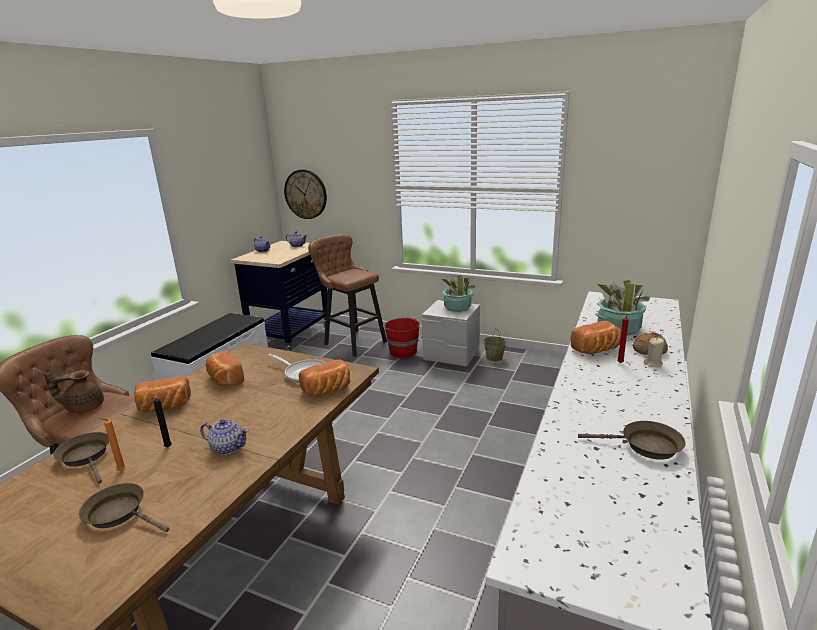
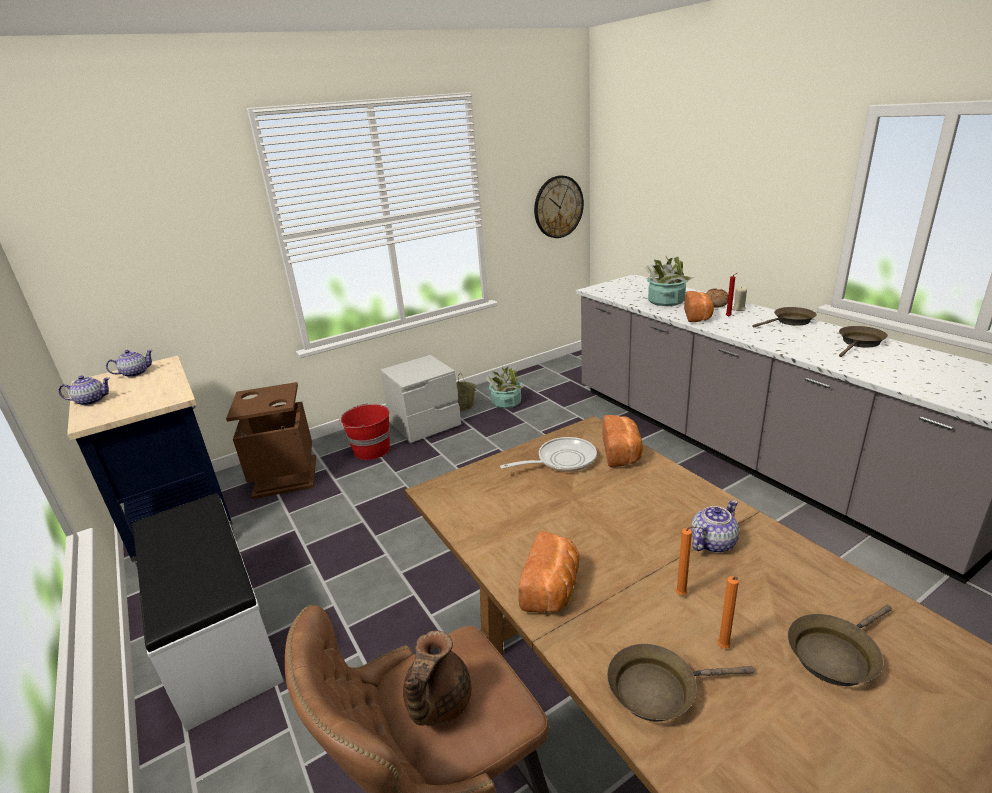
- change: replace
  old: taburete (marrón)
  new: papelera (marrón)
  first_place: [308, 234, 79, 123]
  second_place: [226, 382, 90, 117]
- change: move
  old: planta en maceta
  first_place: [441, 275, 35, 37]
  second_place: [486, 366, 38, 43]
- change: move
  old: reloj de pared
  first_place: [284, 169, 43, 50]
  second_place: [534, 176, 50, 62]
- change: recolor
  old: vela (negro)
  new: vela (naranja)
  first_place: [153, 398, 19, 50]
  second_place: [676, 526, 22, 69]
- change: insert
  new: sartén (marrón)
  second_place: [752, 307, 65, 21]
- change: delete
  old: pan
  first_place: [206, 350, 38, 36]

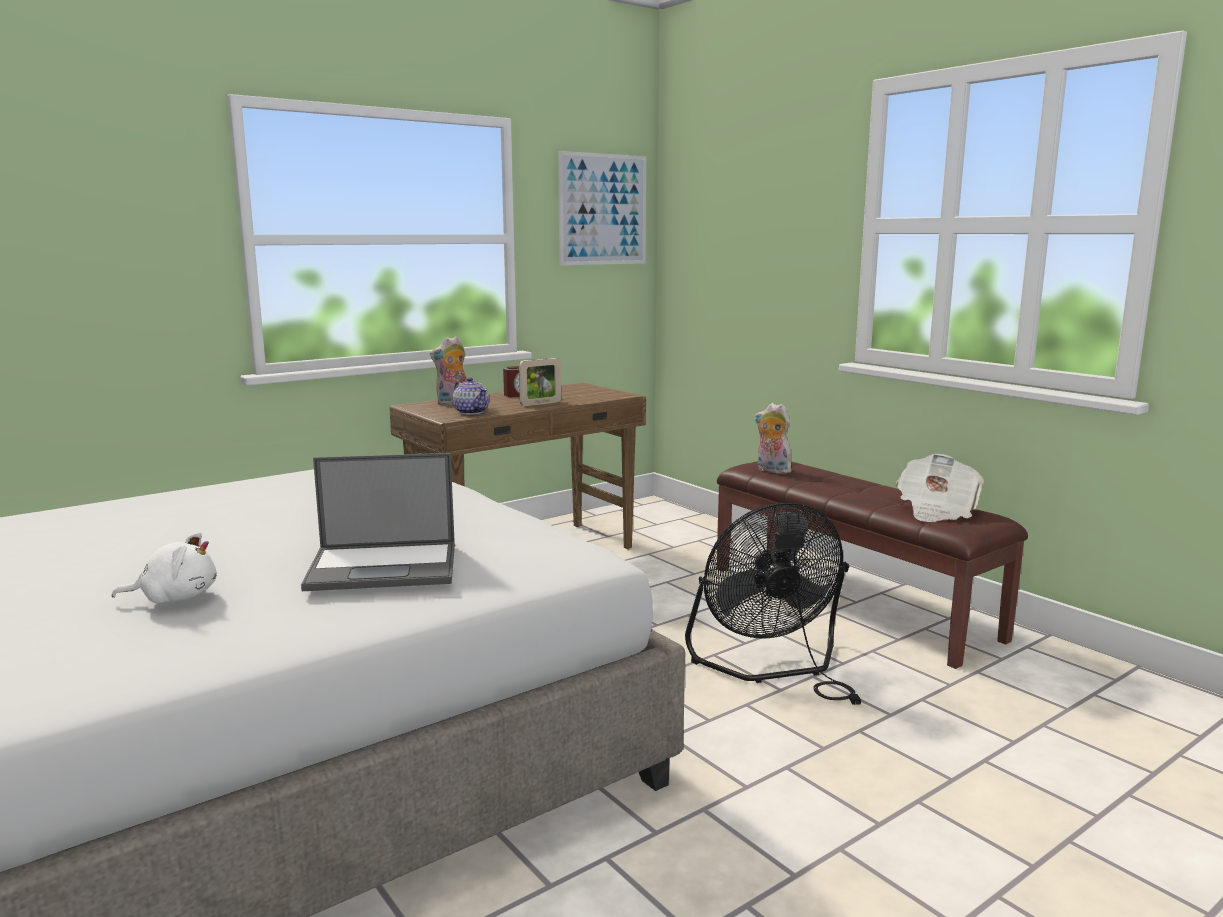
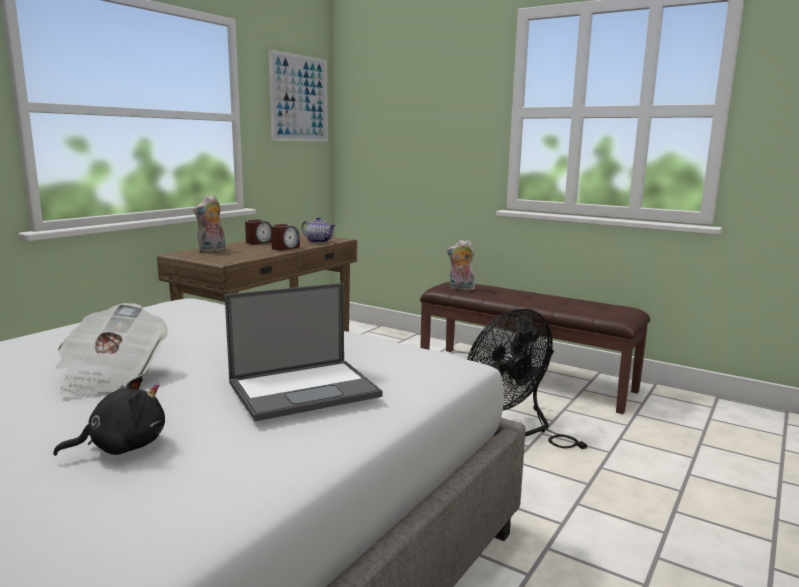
- change: recolor
  old: peluche (blanco)
  new: peluche (negro)
  first_place: [112, 532, 105, 72]
  second_place: [53, 376, 112, 80]
- change: move
  old: periódico
  first_place: [896, 454, 88, 68]
  second_place: [56, 303, 112, 95]
- change: replace
  old: portarretratos
  new: despertador
  first_place: [519, 358, 42, 48]
  second_place: [271, 224, 29, 26]
- change: move
  old: tetera
  first_place: [453, 377, 36, 38]
  second_place: [301, 217, 35, 26]

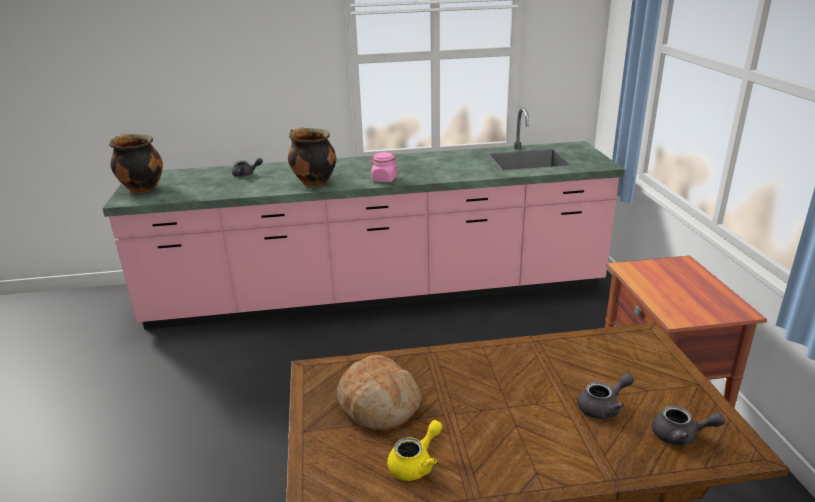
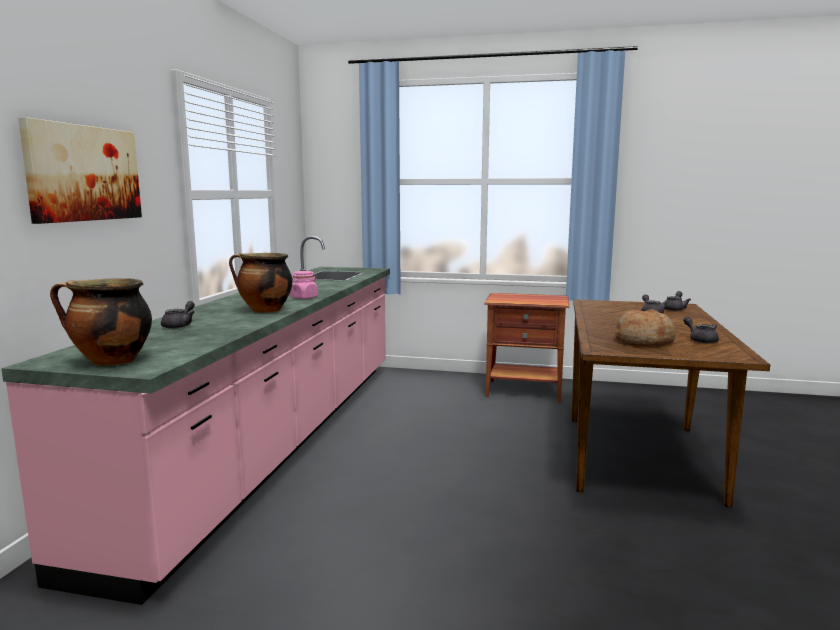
- change: insert
  new: cuadro
  second_place: [18, 117, 124, 107]
- change: recolor
  old: tetera (amarillo)
  new: tetera (gris)
  first_place: [387, 420, 55, 61]
  second_place: [683, 317, 36, 27]

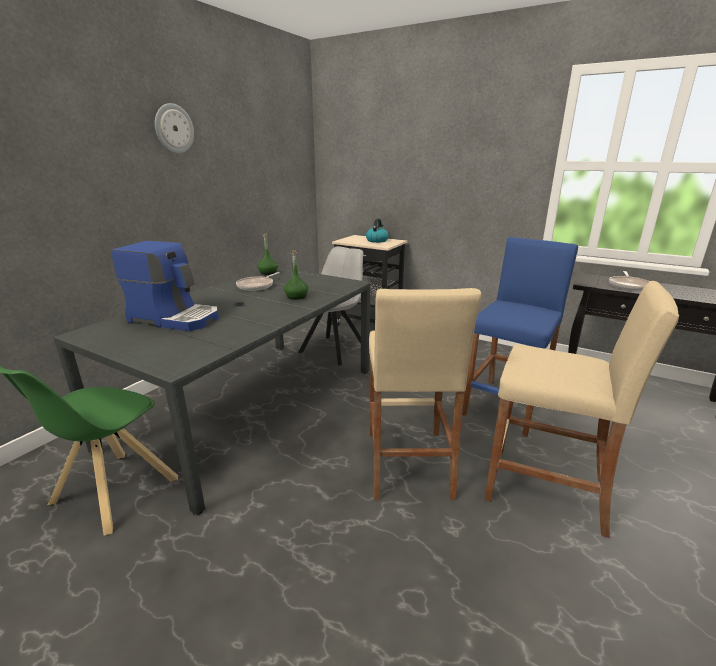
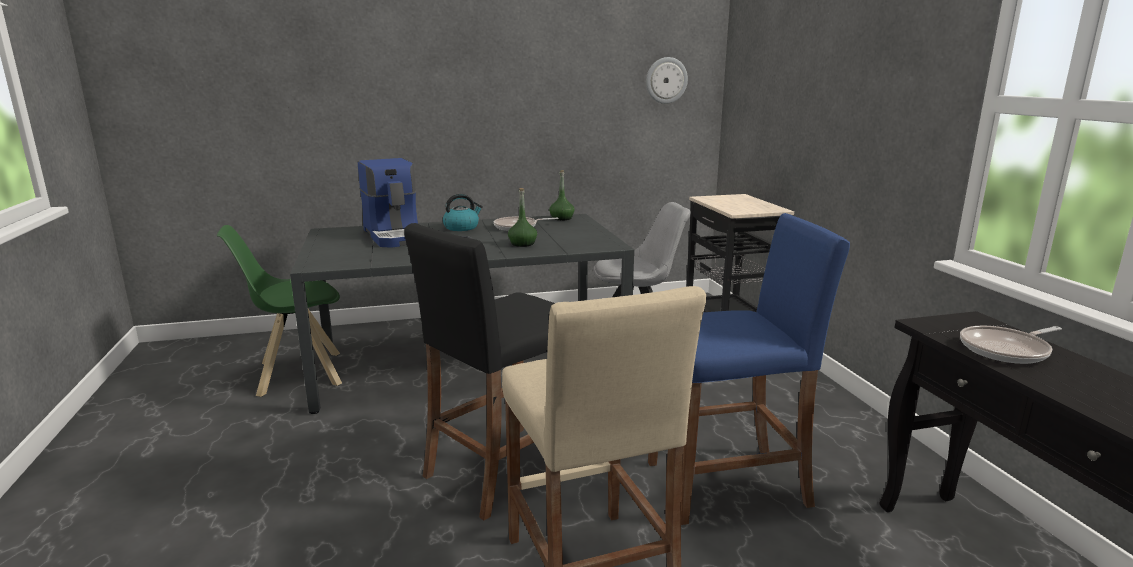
- change: recolor
  old: taburete (beis)
  new: taburete (negro)
  first_place: [369, 288, 112, 212]
  second_place: [404, 223, 151, 298]
- change: move
  old: hervidor
  first_place: [366, 219, 23, 24]
  second_place: [443, 194, 40, 37]
- change: move
  old: reloj de pared
  first_place: [155, 103, 39, 50]
  second_place: [646, 57, 42, 47]

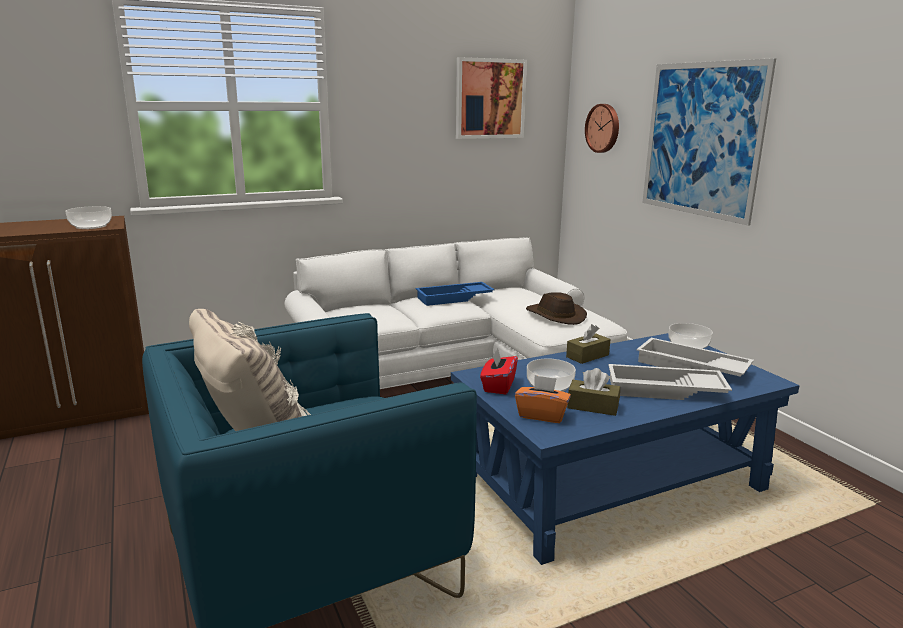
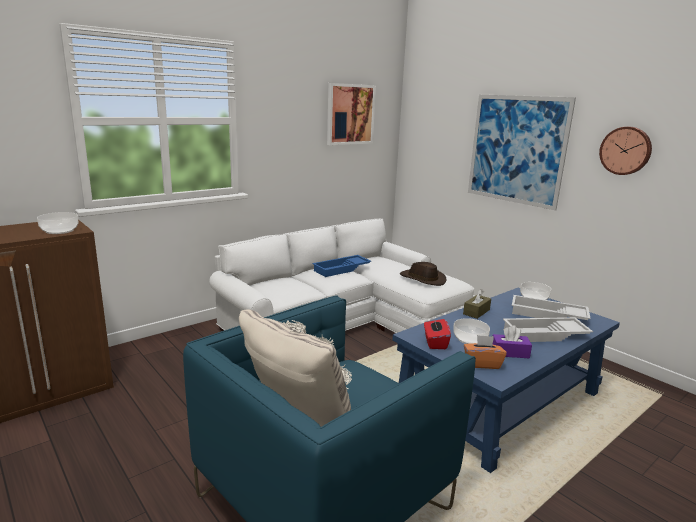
- change: recolor
  old: caja de pañuelos (marrón)
  new: caja de pañuelos (morado)
  first_place: [567, 368, 53, 48]
  second_place: [493, 325, 39, 33]
- change: move
  old: reloj de pared
  first_place: [585, 104, 34, 49]
  second_place: [599, 127, 53, 48]

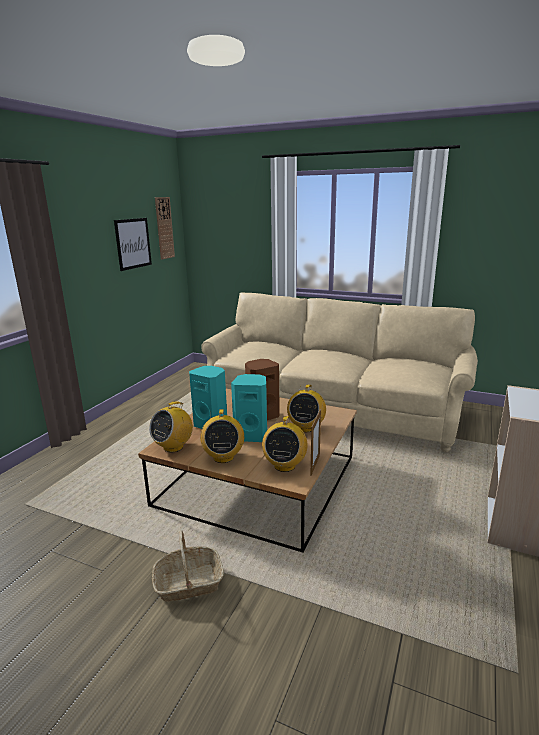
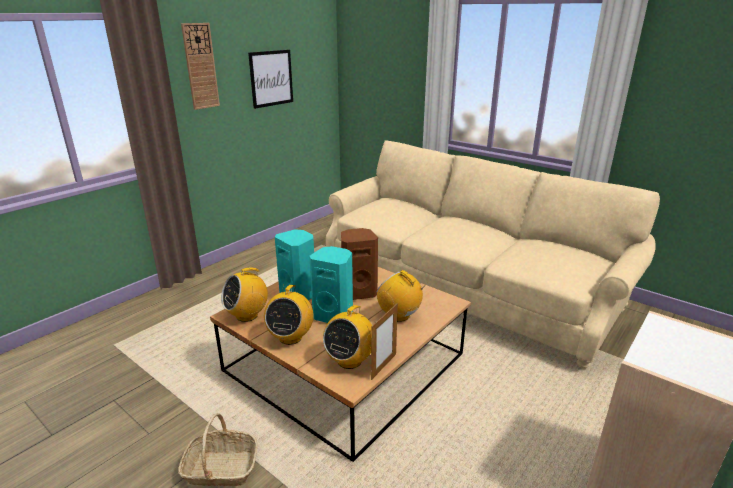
- change: move
  old: reloj de pared
  first_place: [155, 197, 20, 62]
  second_place: [181, 23, 39, 87]
- change: rotate
  old: radio
  first_place: [287, 384, 39, 48]
  second_place: [377, 270, 51, 52]
  degrees: 105

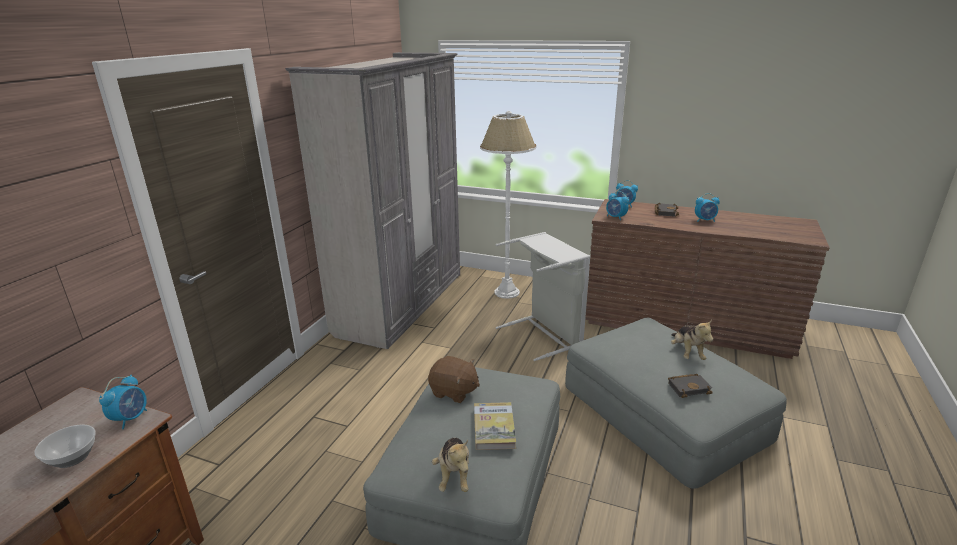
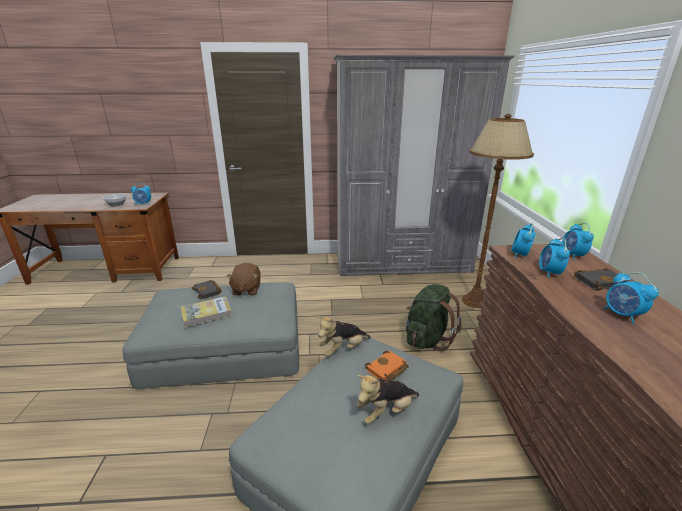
- change: move
  old: libro (negro)
  first_place: [668, 374, 45, 24]
  second_place: [192, 280, 30, 19]
- change: move
  old: peluche
  first_place: [432, 438, 37, 54]
  second_place: [318, 316, 53, 41]
- change: insert
  new: libro (naranja)
  second_place: [365, 350, 44, 30]
- change: replace
  old: cesto de la ropa (gris)
  new: mochila (verde)
  first_place: [496, 232, 94, 129]
  second_place: [406, 284, 56, 68]
- change: recolor
  old: lámpara de pie (blanco)
  new: lámpara de pie (marrón)
  first_place: [480, 111, 56, 188]
  second_place: [462, 114, 72, 194]
- change: insert
  new: despertador
  second_place: [539, 238, 31, 40]

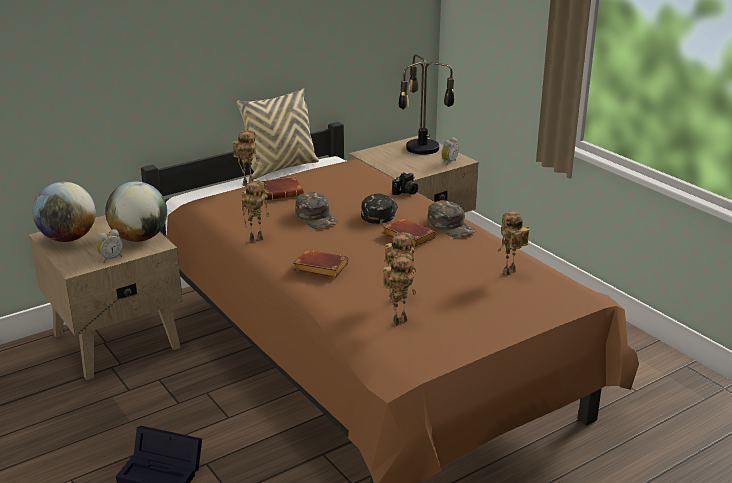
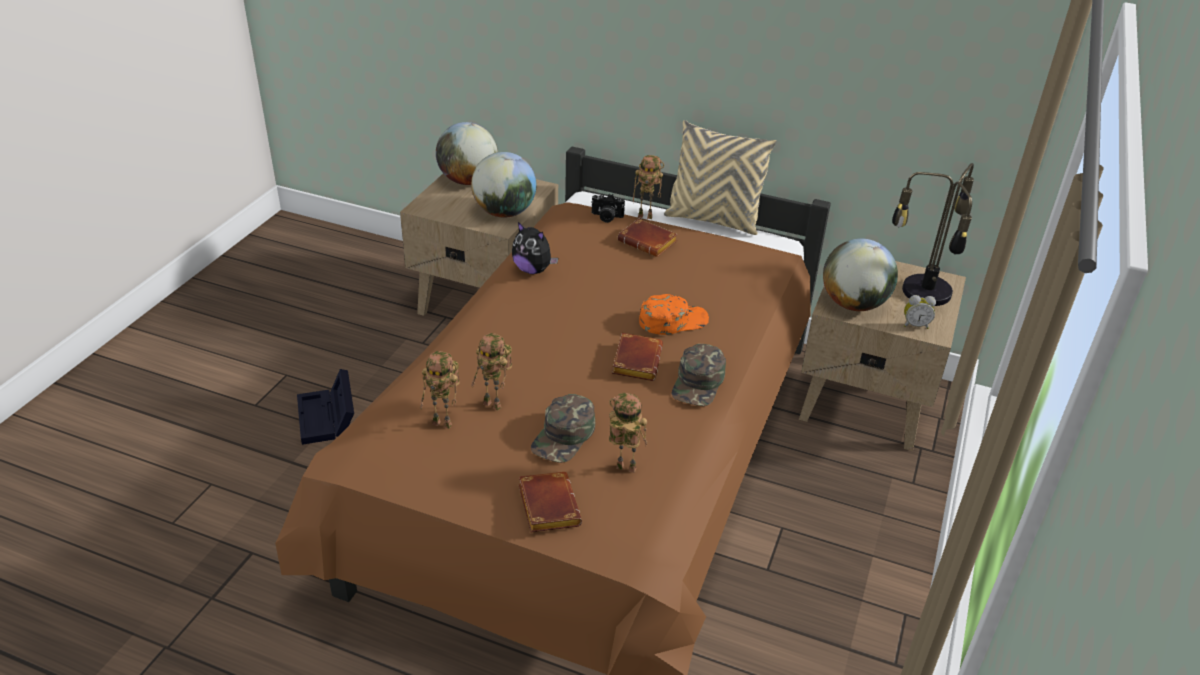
- change: replace
  old: robot de juguete
  new: peluche
  first_place: [241, 181, 29, 61]
  second_place: [512, 222, 46, 52]
- change: move
  old: libro (marrón)
  first_place: [293, 250, 55, 27]
  second_place: [518, 472, 64, 61]
- change: move
  old: gorra (verde)
  first_place: [295, 192, 43, 36]
  second_place: [531, 394, 64, 69]
- change: move
  old: cámara
  first_place: [392, 172, 26, 23]
  second_place: [591, 194, 34, 29]
- change: recolor
  old: gorra (negro)
  new: gorra (naranja)
  first_place: [361, 193, 37, 31]
  second_place: [639, 294, 70, 41]
- change: insert
  new: globo terráqueo
  second_place: [823, 239, 75, 72]
- change: delete
  old: despertador
  first_place: [97, 229, 26, 34]

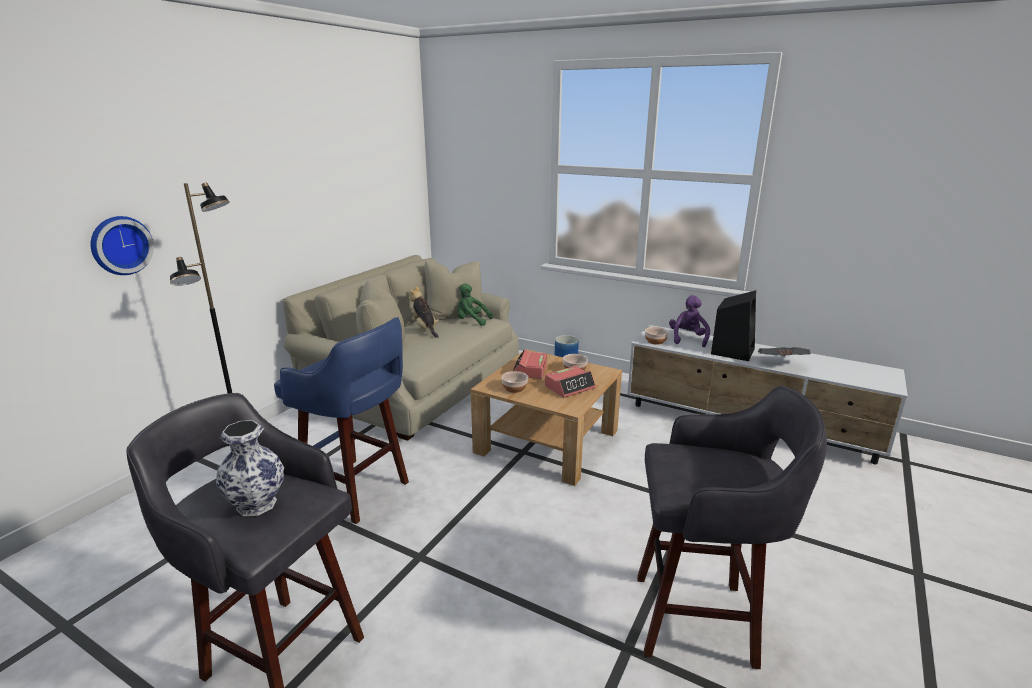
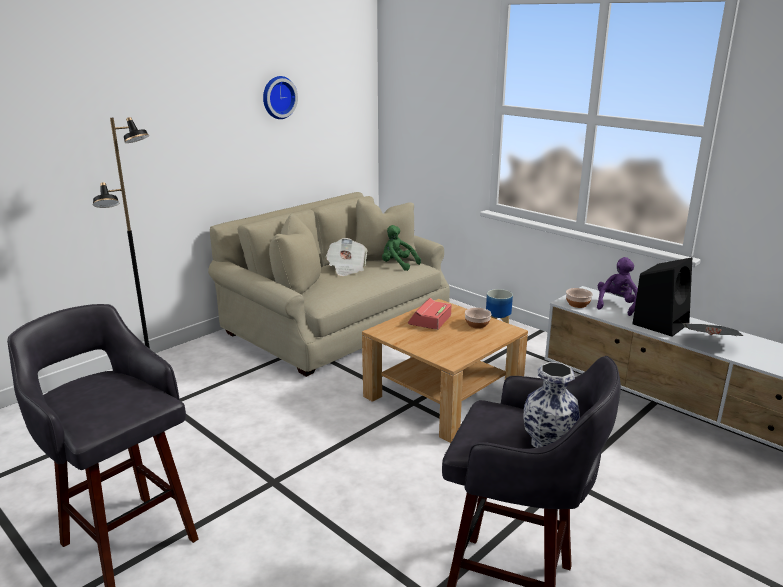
- change: move
  old: reloj de pared
  first_place: [90, 216, 64, 59]
  second_place: [263, 76, 35, 43]
- change: replace
  old: peluche
  new: periódico
  first_place: [409, 286, 30, 52]
  second_place: [326, 238, 42, 38]
- change: move
  old: florero
  first_place: [216, 420, 68, 96]
  second_place: [523, 362, 57, 86]
- change: delete
  old: taburete (azul)
  first_place: [274, 317, 135, 207]
- change: delete
  old: cuenco
  first_place: [501, 371, 27, 22]
- change: delete
  old: despertador
  first_place: [545, 366, 51, 32]

